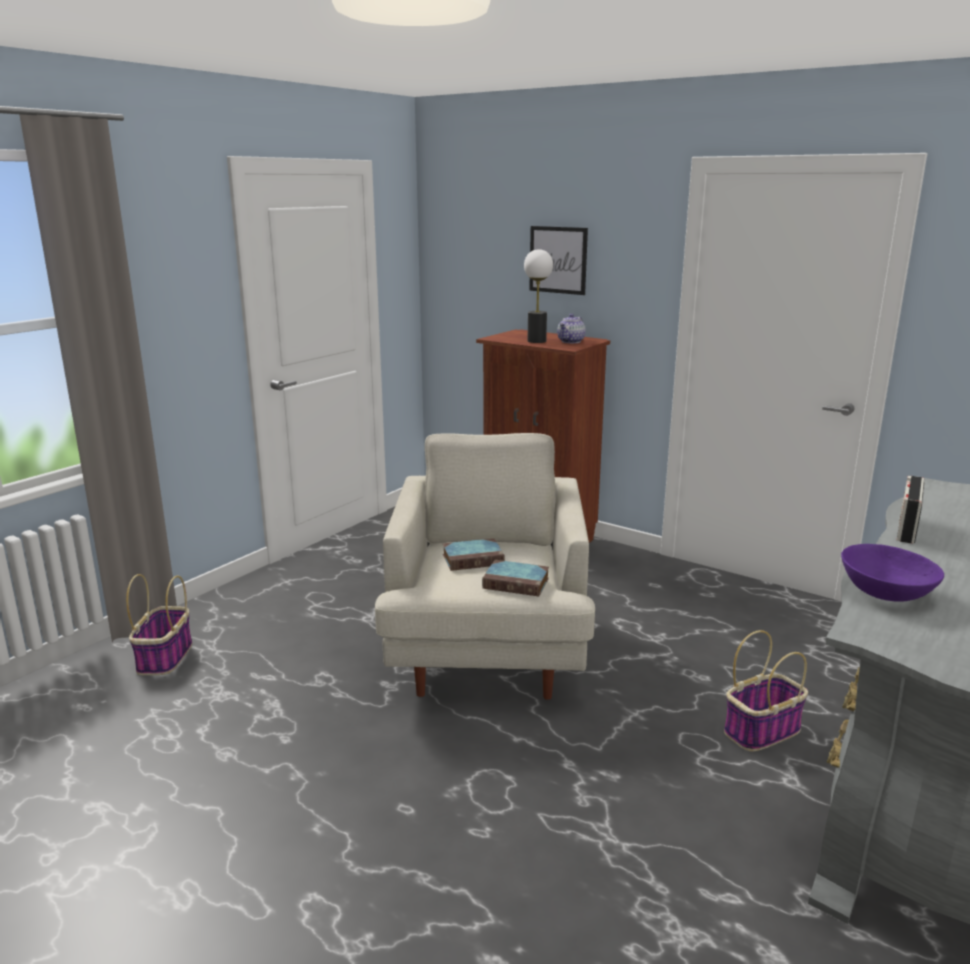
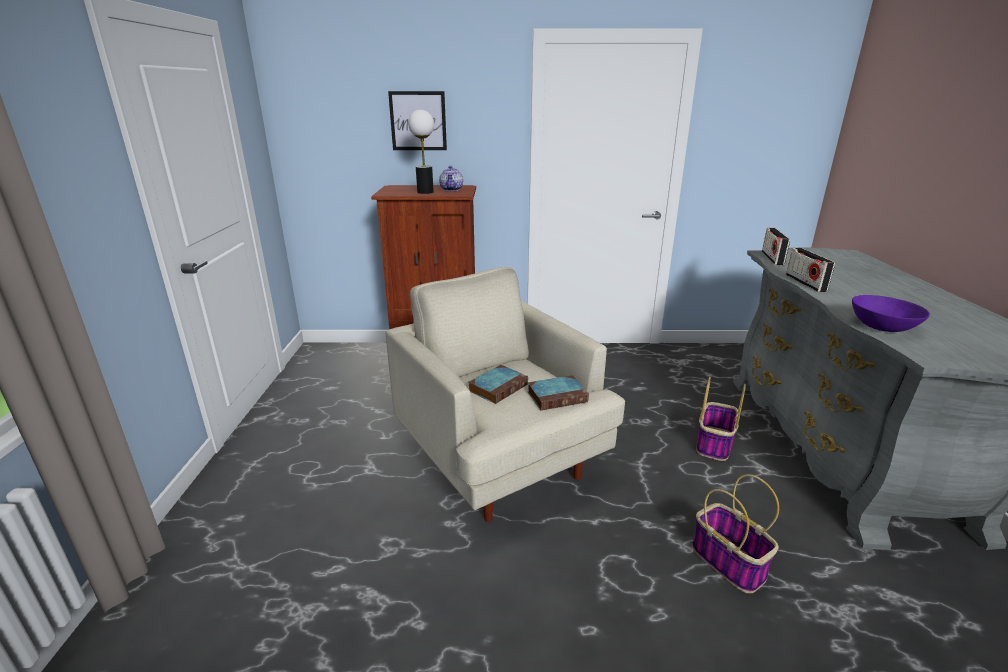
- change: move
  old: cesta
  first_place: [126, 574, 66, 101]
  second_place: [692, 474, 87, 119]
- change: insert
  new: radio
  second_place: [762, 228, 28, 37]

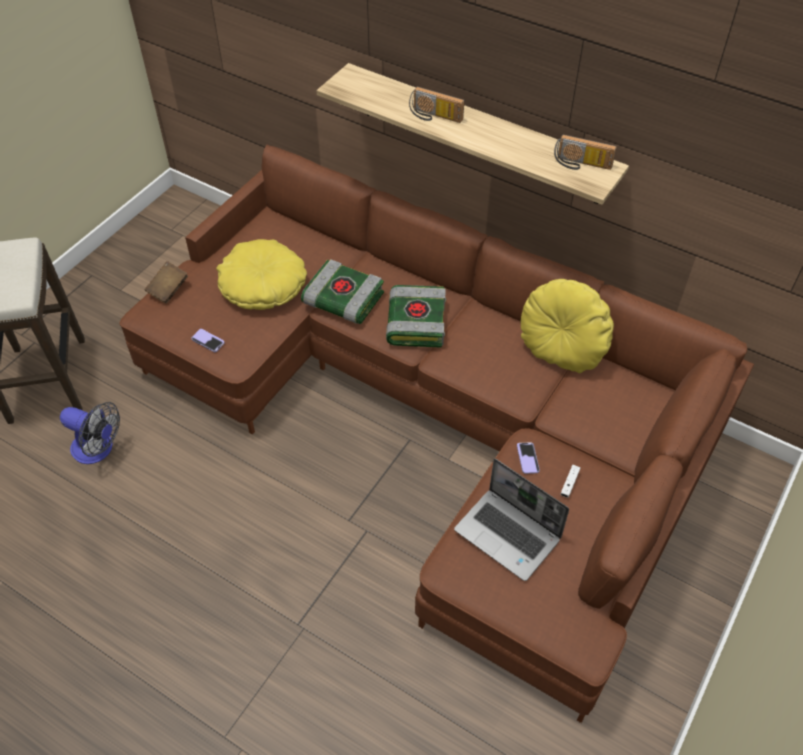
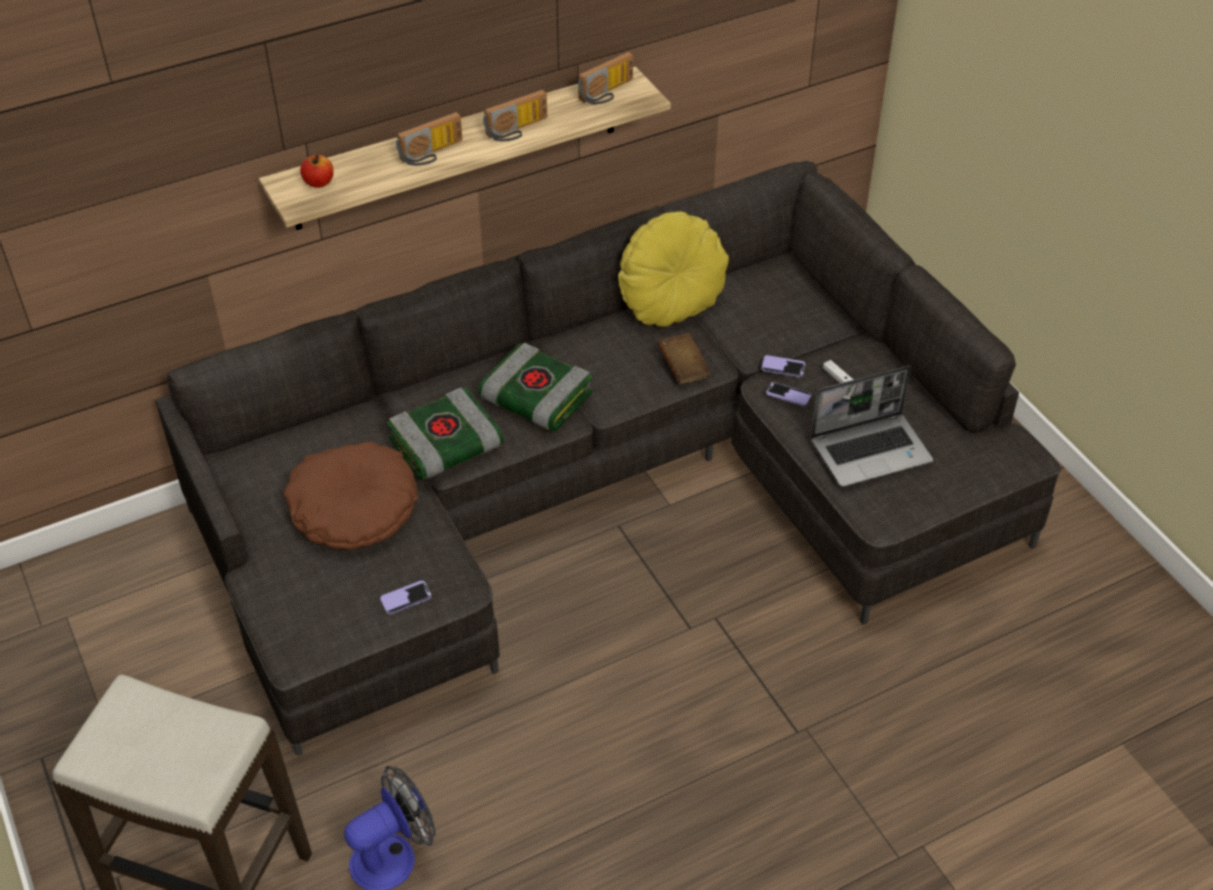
- change: recolor
  old: sofá (marrón)
  new: sofá (gris)
  first_place: [119, 145, 635, 578]
  second_place: [155, 161, 906, 595]
- change: recolor
  old: cojín (amarillo)
  new: cojín (marrón)
  first_place: [216, 239, 91, 71]
  second_place: [283, 442, 135, 107]
- change: insert
  new: manzana
  second_place: [300, 155, 34, 33]
- change: insert
  new: radio
  second_place: [483, 90, 64, 51]
- change: move
  old: libro (marrón)
  first_place: [145, 261, 43, 43]
  second_place: [657, 333, 54, 51]
- change: insert
  new: móvil
  second_place: [762, 355, 43, 22]

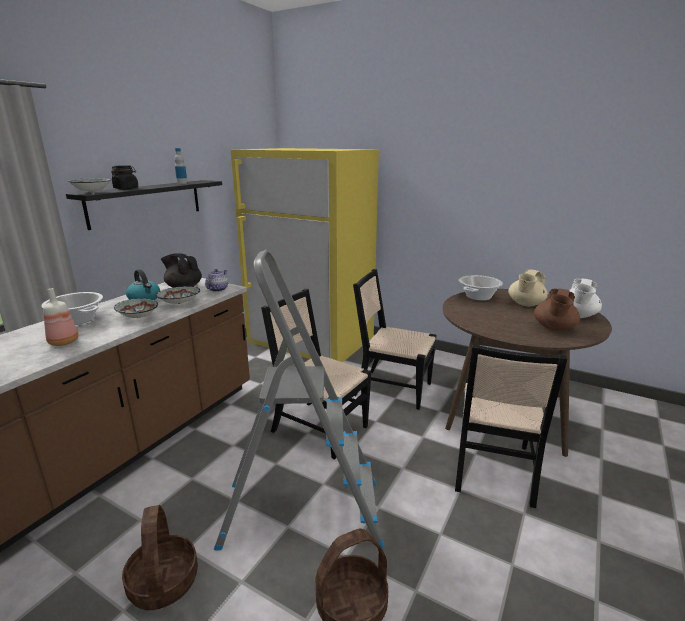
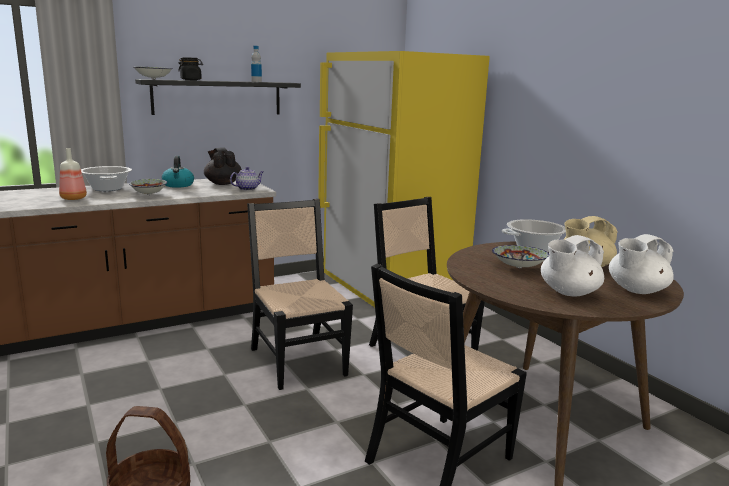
- change: move
  old: cuenco
  first_place: [155, 286, 45, 18]
  second_place: [492, 245, 57, 23]
- change: recolor
  old: tetera (marrón)
  new: tetera (blanco)
  first_place: [534, 289, 46, 42]
  second_place: [541, 235, 63, 62]
- change: delete
  old: cesta
  first_place: [122, 505, 76, 105]
- change: delete
  old: escalera de tijera (gris)
  first_place: [214, 250, 170, 301]

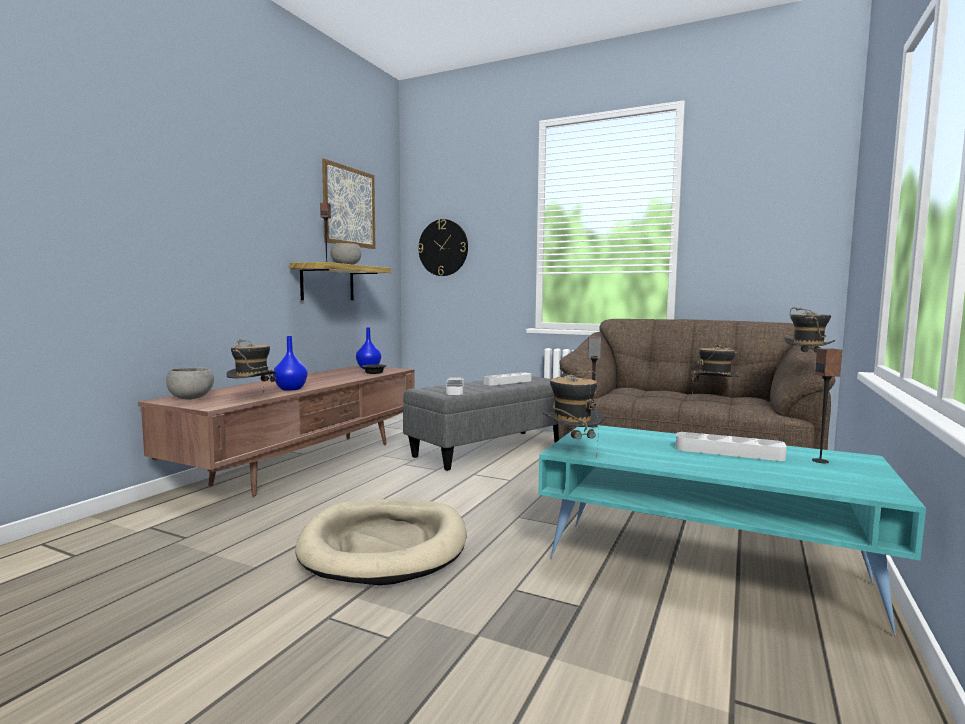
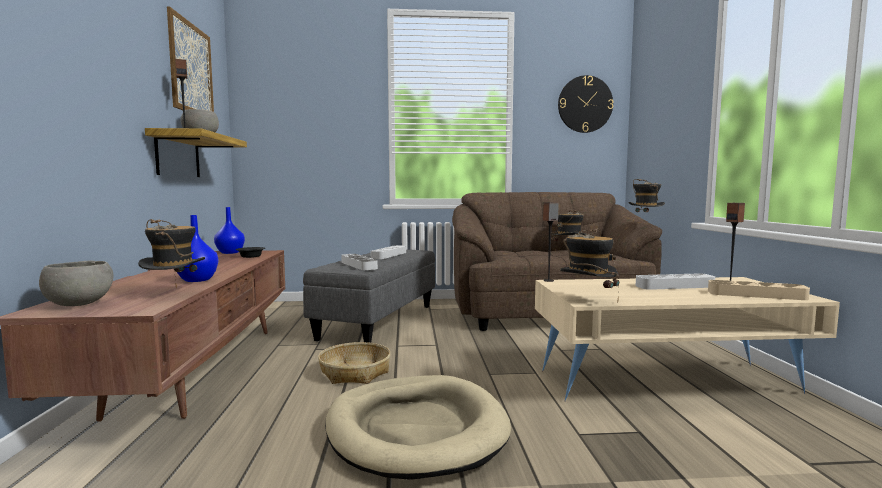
- change: insert
  new: cesta
  second_place: [318, 342, 73, 42]
- change: recolor
  old: mesa de centro (turquesa)
  new: mesa de centro (beis)
  first_place: [538, 425, 388, 212]
  second_place: [535, 277, 305, 125]
- change: move
  old: reloj de pared
  first_place: [418, 219, 50, 57]
  second_place: [558, 75, 55, 58]
- change: insert
  new: bandeja (beis)
  second_place: [708, 280, 102, 20]

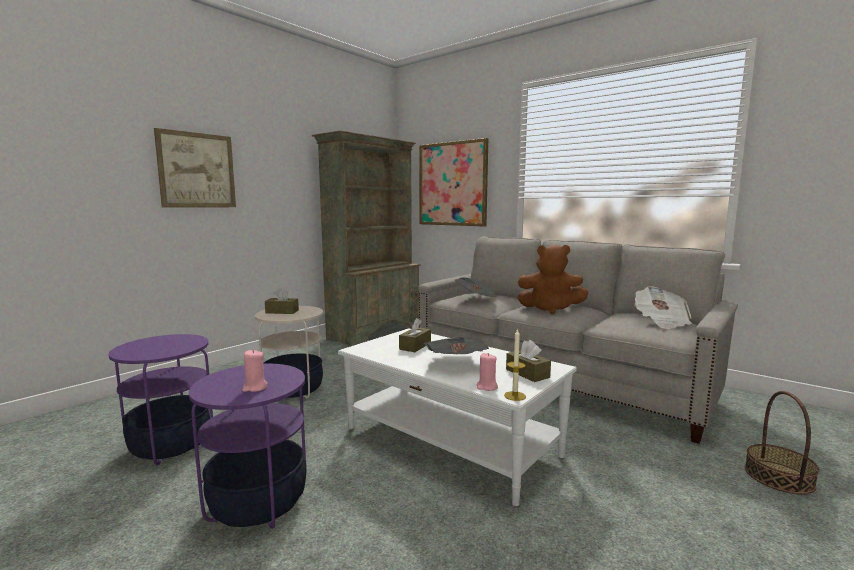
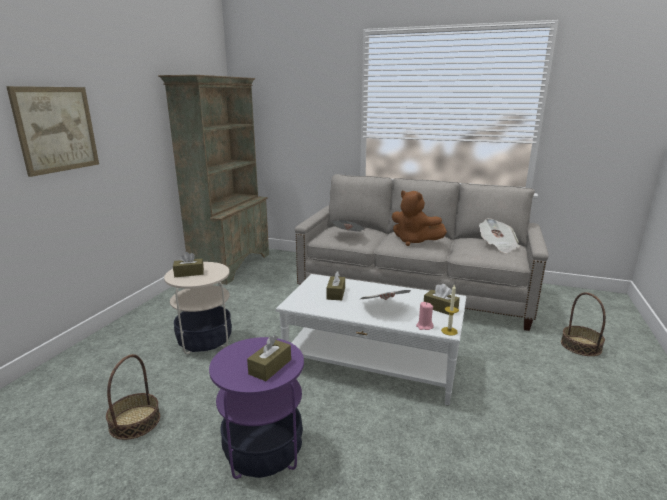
- change: replace
  old: mesa auxiliar (morado)
  new: cesta
  first_place: [108, 334, 105, 131]
  second_place: [106, 354, 54, 86]
- change: replace
  old: vela (rosa)
  new: caja de pañuelos (marrón)
  first_place: [242, 350, 26, 42]
  second_place: [247, 335, 44, 46]
- change: rotate
  old: peluche (marrón)
  first_place: [517, 245, 72, 69]
  second_place: [392, 191, 55, 55]
  degrees: 45
- change: delete
  old: cuadro
  first_place: [419, 138, 69, 89]

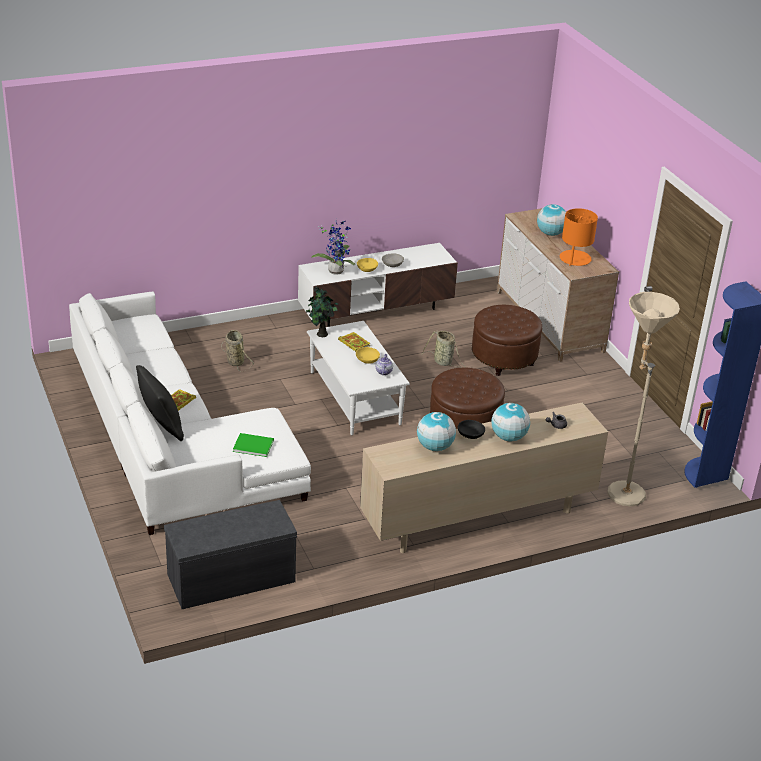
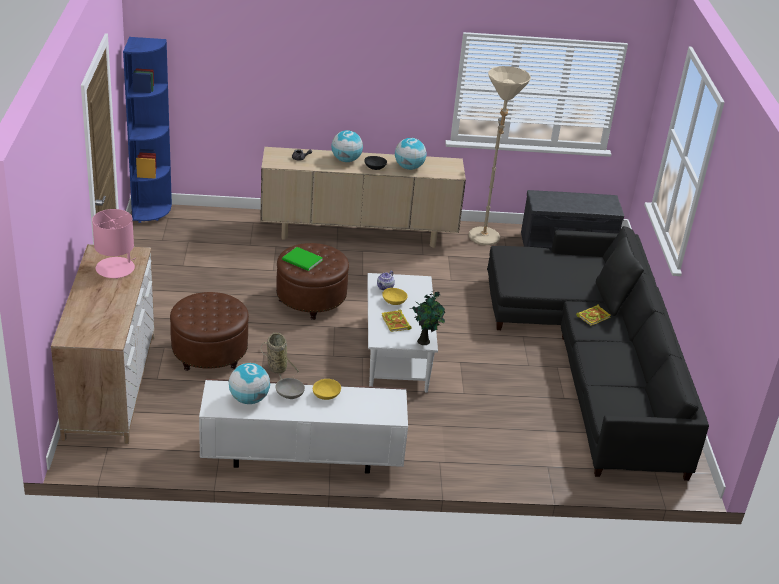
- change: recolor
  old: lámpara de mesa (naranja)
  new: lámpara de mesa (rosa)
  first_place: [560, 208, 38, 58]
  second_place: [92, 209, 44, 70]
- change: move
  old: globo terráqueo
  first_place: [537, 204, 29, 32]
  second_place: [229, 363, 41, 41]
- change: move
  old: libro (verde)
  first_place: [233, 433, 41, 24]
  second_place: [282, 247, 41, 24]
- change: move
  old: lámpara de pie (beis)
  first_place: [608, 292, 72, 214]
  second_place: [468, 66, 63, 179]
- change: recolor
  old: sofá (blanco)
  new: sofá (negro)
  first_place: [69, 291, 242, 244]
  second_place: [487, 226, 222, 255]
- change: delete
  old: cesta
  first_place: [221, 330, 34, 42]
- change: delete
  old: planta en maceta
  first_place: [311, 219, 44, 56]

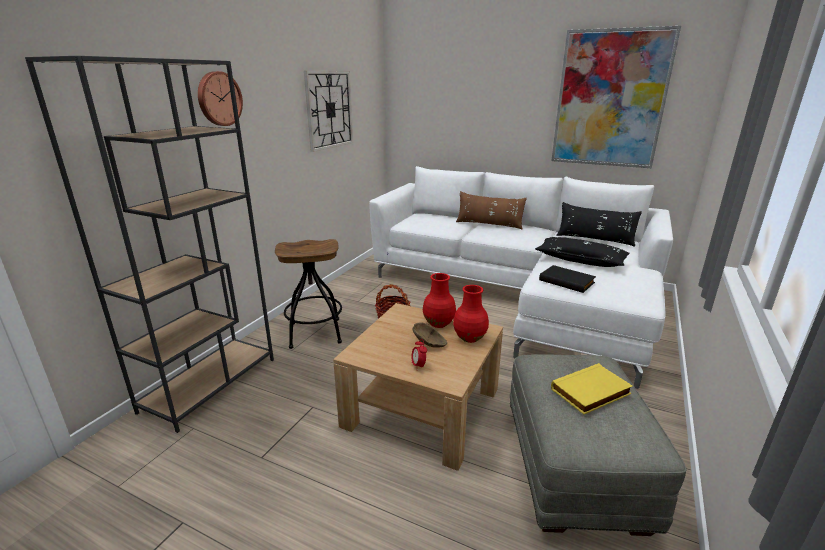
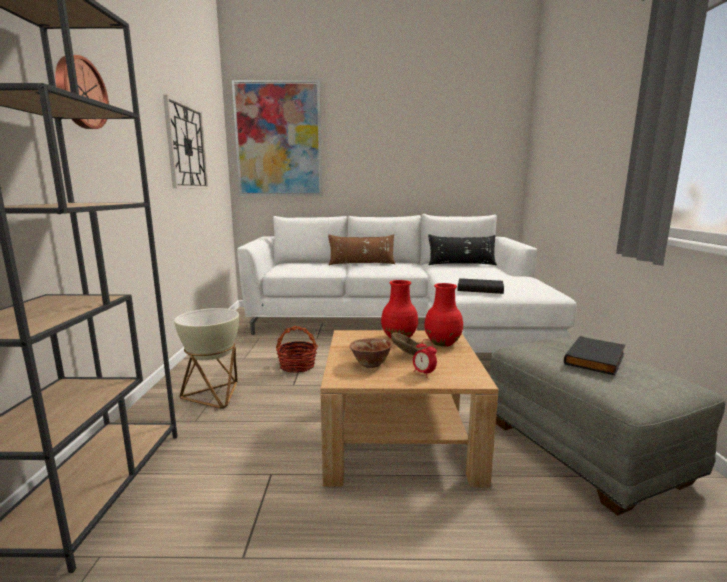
- change: replace
  old: taburete (marrón)
  new: maceta
  first_place: [275, 239, 67, 110]
  second_place: [174, 308, 65, 101]
- change: move
  old: cuadro
  first_place: [551, 26, 130, 142]
  second_place: [232, 80, 90, 116]
- change: insert
  new: cuenco
  second_place: [350, 338, 42, 30]
- change: recolor
  old: libro (amarillo)
  new: libro (negro)
  first_place: [551, 363, 82, 51]
  second_place: [564, 336, 61, 39]
- change: delete
  old: cojín (negro)
  first_place: [535, 237, 95, 30]

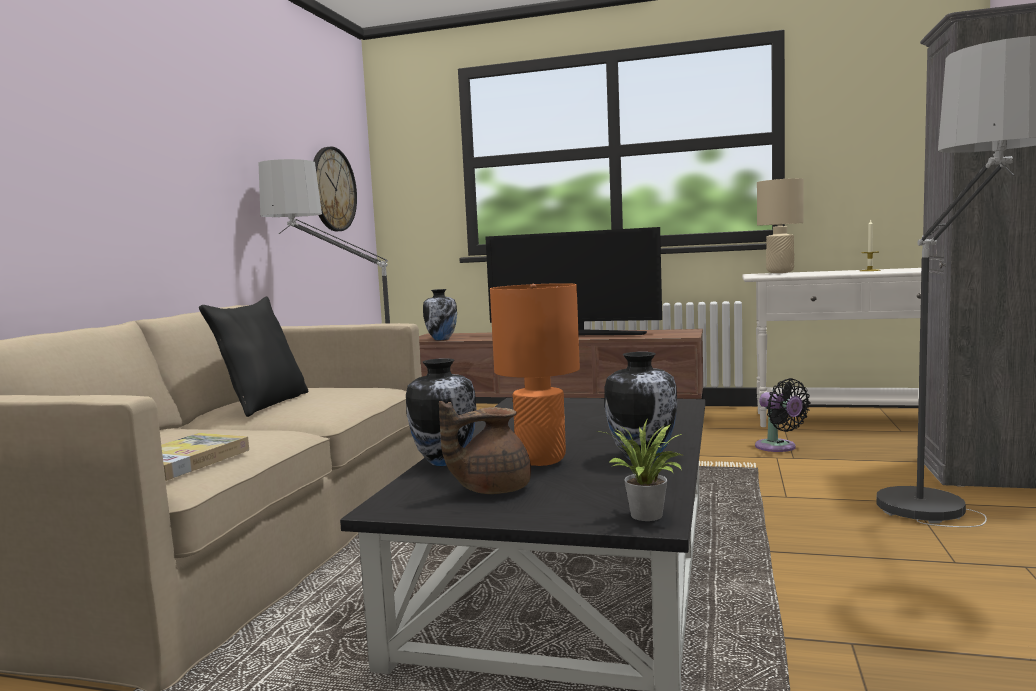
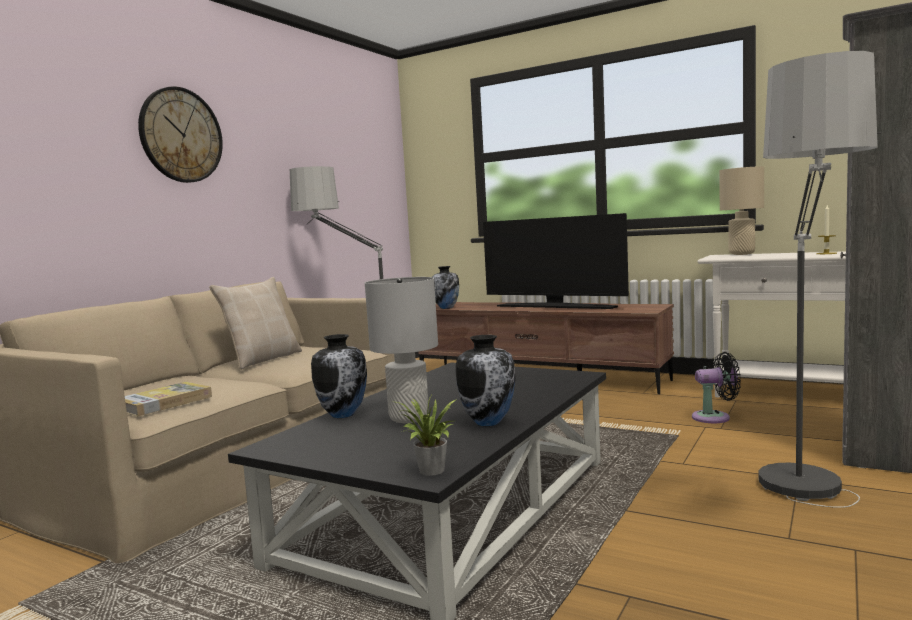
- change: move
  old: reloj de pared
  first_place: [313, 147, 44, 84]
  second_place: [138, 86, 85, 97]
- change: recolor
  old: cojín (negro)
  new: cojín (beis)
  first_place: [199, 297, 110, 120]
  second_place: [209, 277, 93, 93]
- change: recolor
  old: lámpara de mesa (naranja)
  new: lámpara de mesa (gris)
  first_place: [490, 283, 90, 183]
  second_place: [365, 277, 73, 147]
- change: rotate
  old: ventilador (negro)
  first_place: [755, 378, 55, 74]
  second_place: [692, 352, 49, 71]
  degrees: -75
- change: delete
  old: tetera (marrón)
  first_place: [439, 401, 92, 93]

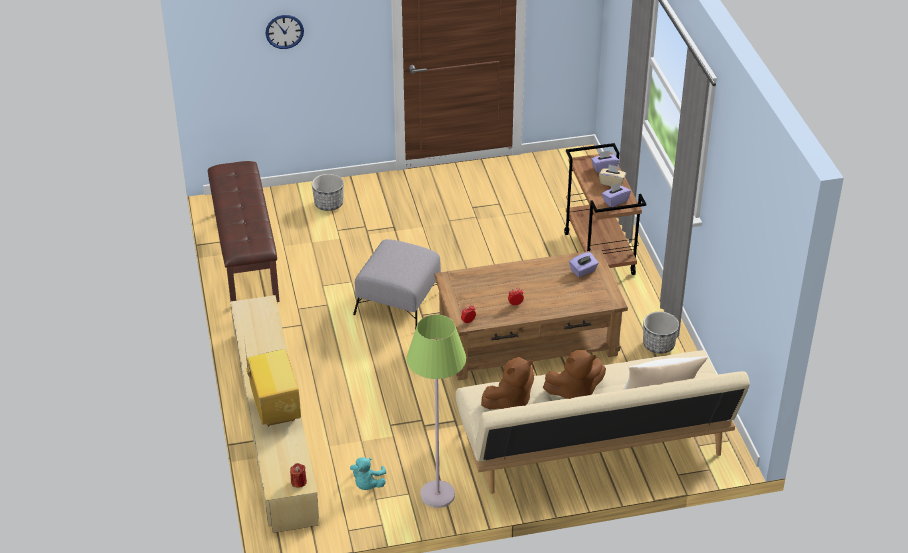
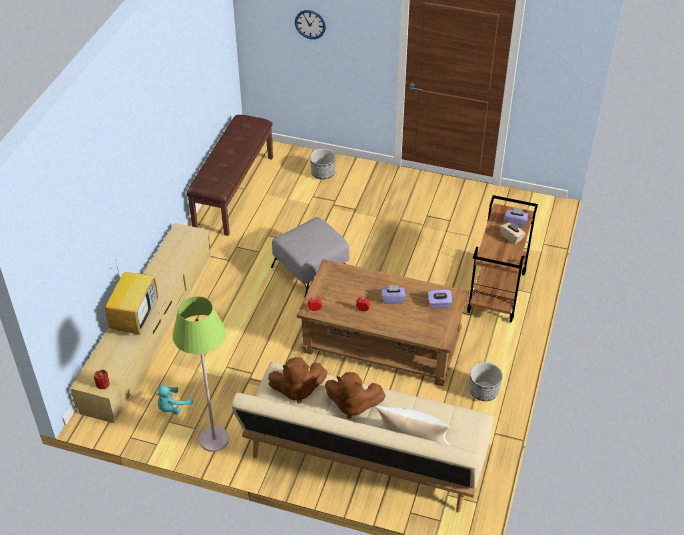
- change: move
  old: caja de pañuelos (morado)
  first_place: [602, 183, 29, 24]
  second_place: [381, 285, 25, 19]

